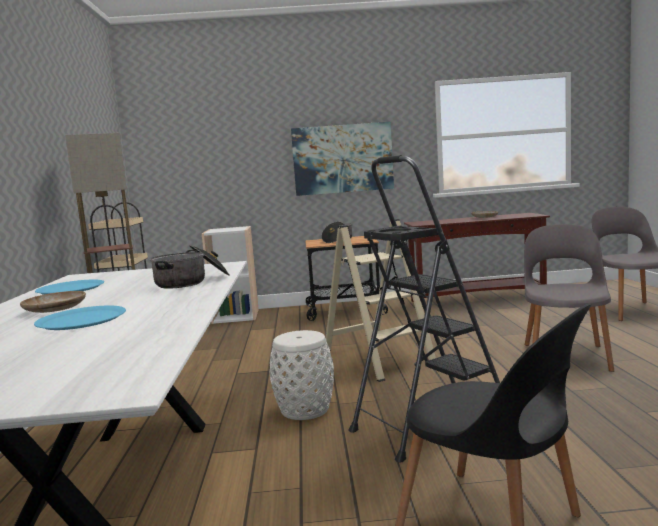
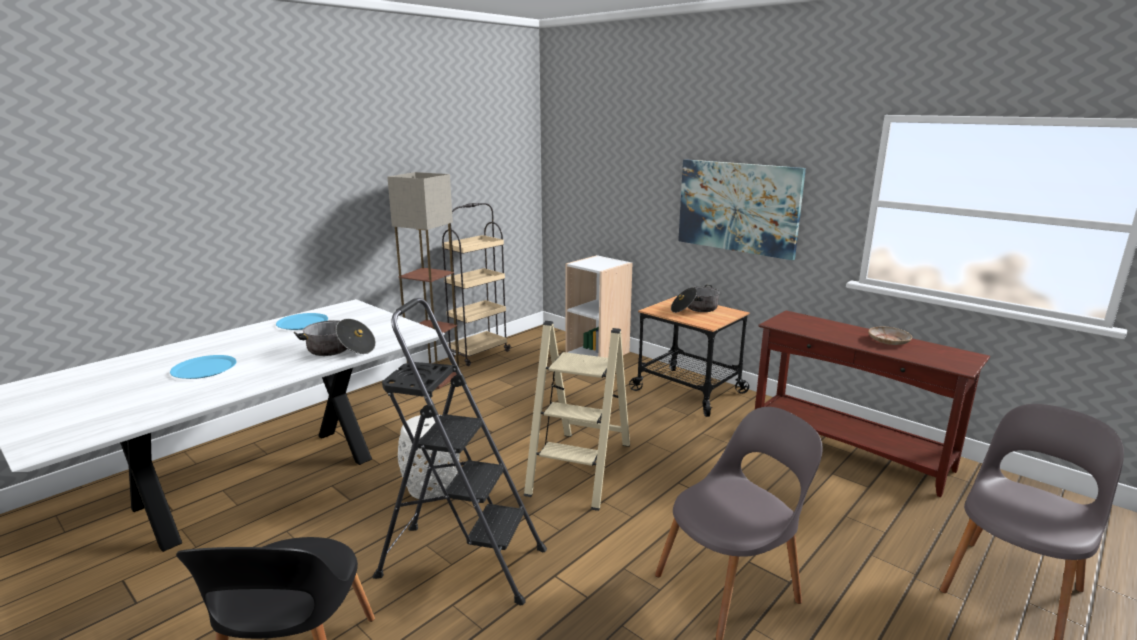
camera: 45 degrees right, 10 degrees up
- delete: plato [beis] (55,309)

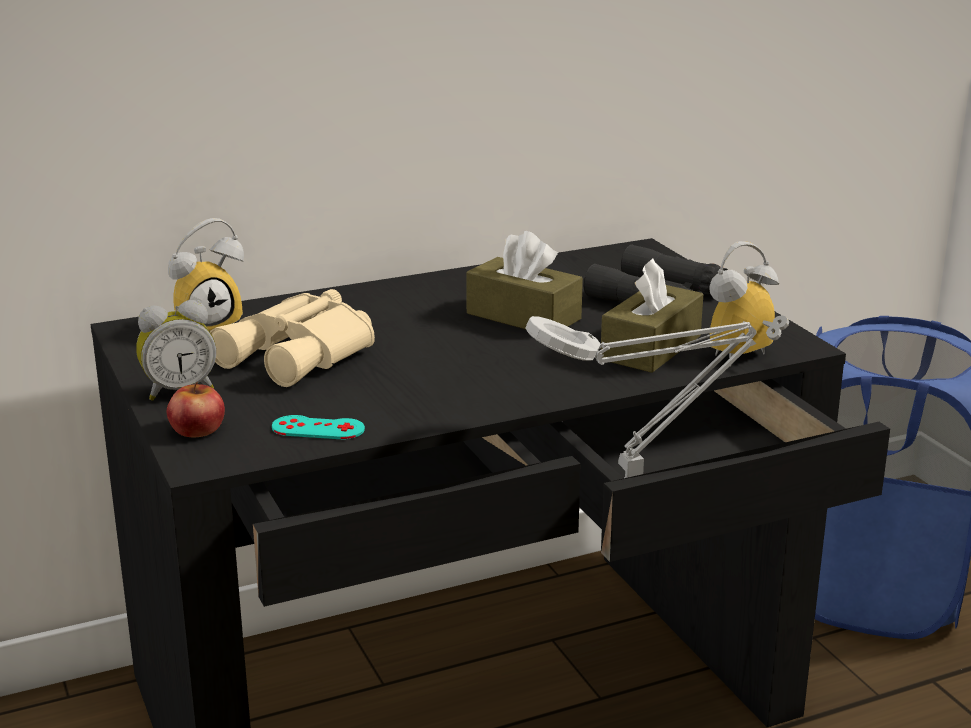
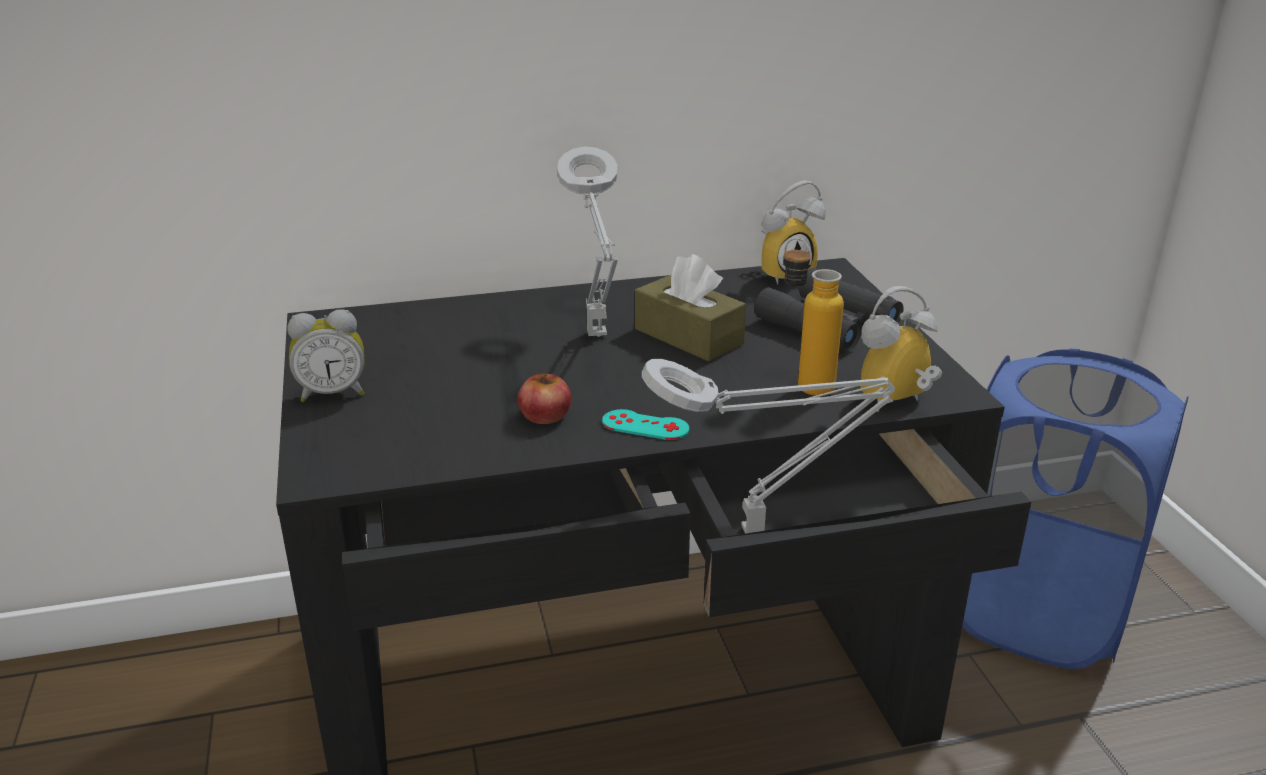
camera: 10 degrees right, 5 degrees up
- delete: prismáticos [beis] (301,354)
- insert: lámpara de mesa [gris] (597,338)
- move: manzana (197,429) to (545,415)
- move: despertador (207,326) to (784,273)
- move: mando de consola [turquesa] (318,428) to (645,425)
- replace: caja de pañuelos [marrón] (651,348) to botella (803,383)

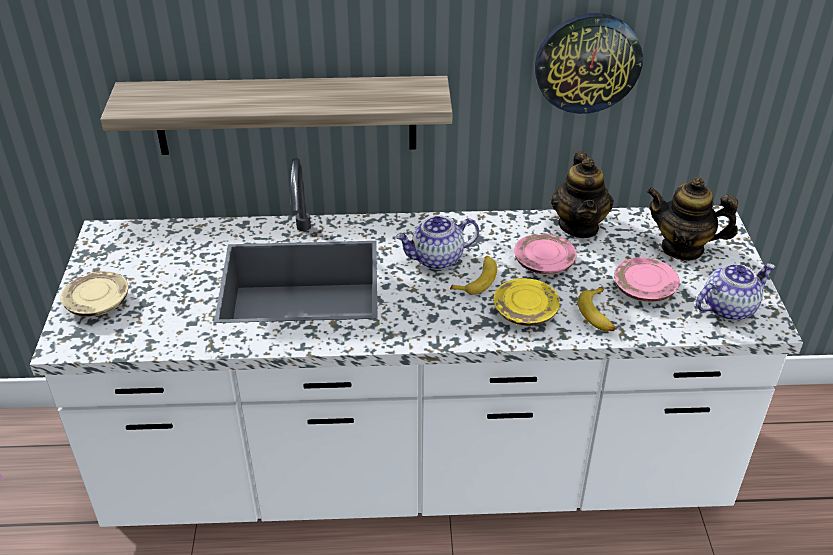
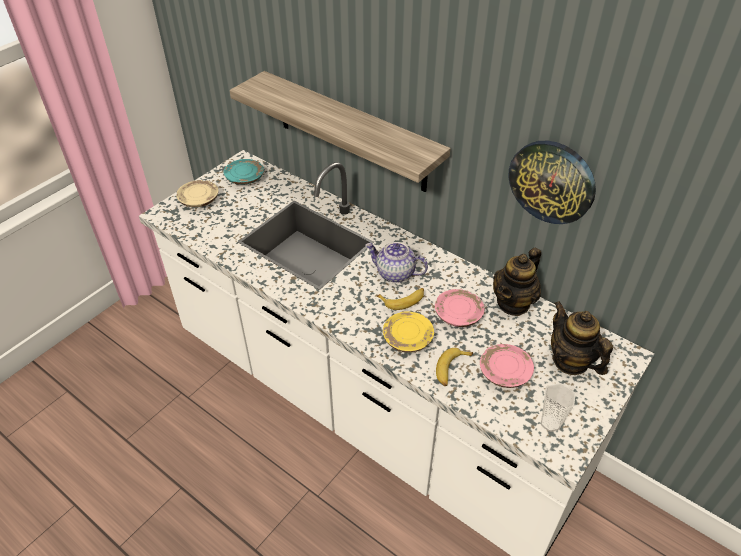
camera: 40 degrees right, 5 degrees up
- insert: plato [turquesa] (244,177)
- replace: tetera (728,307) to taza (550,423)

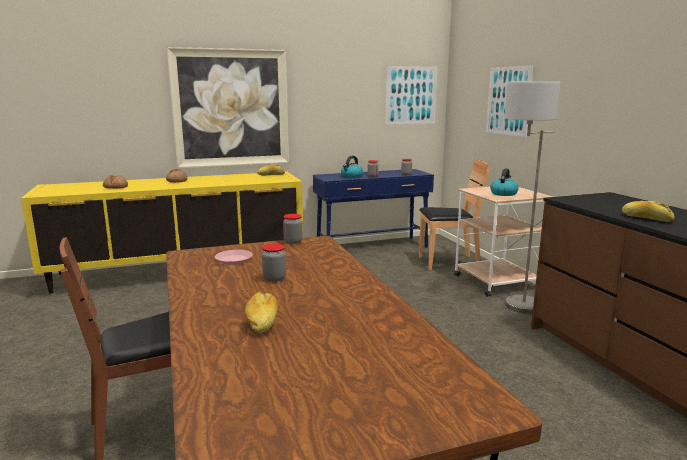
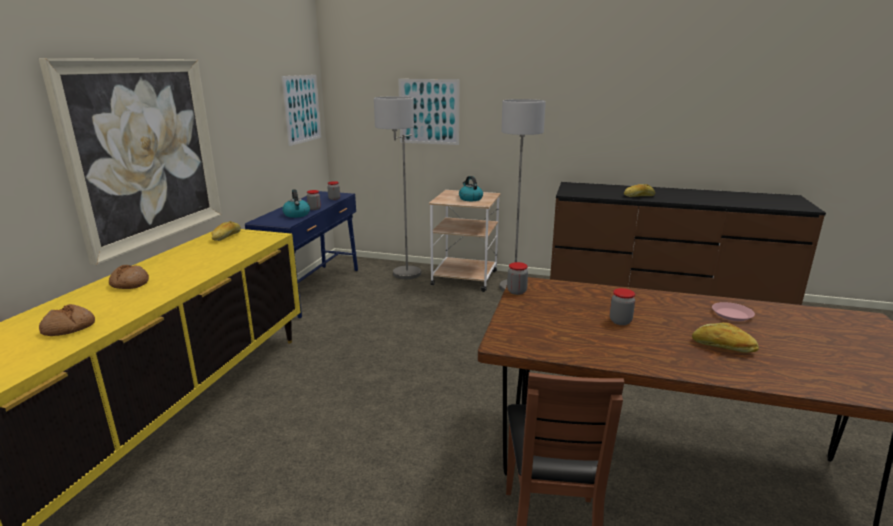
camera: 55 degrees left, 5 degrees up
- move: plato [rosa] (233,260) to (731,314)
- replace: silla [marrón] (448,262) to lámpara de pie [gris] (402,276)

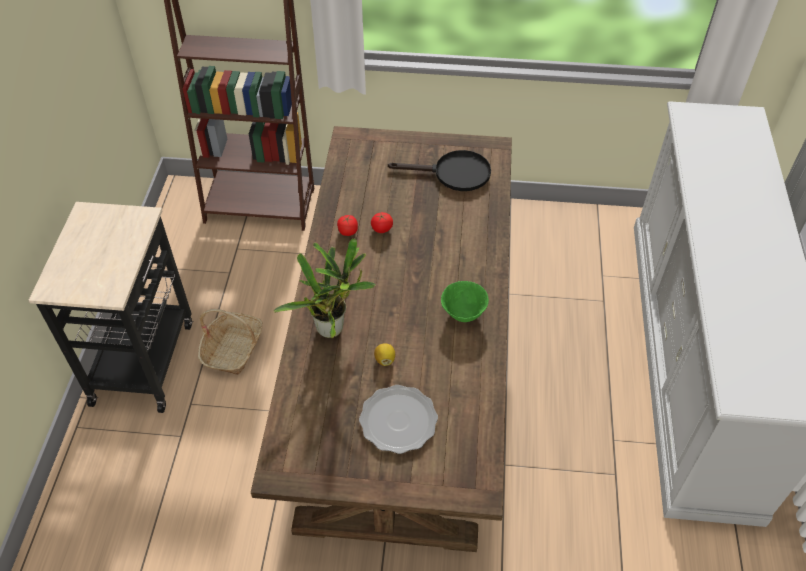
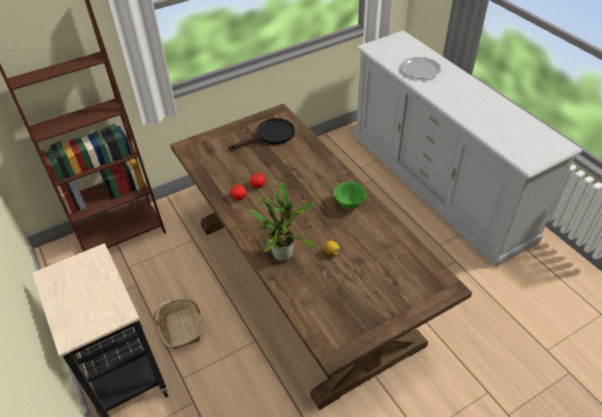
camera: 35 degrees left, 5 degrees down
- move: plato (399,420) to (420,69)

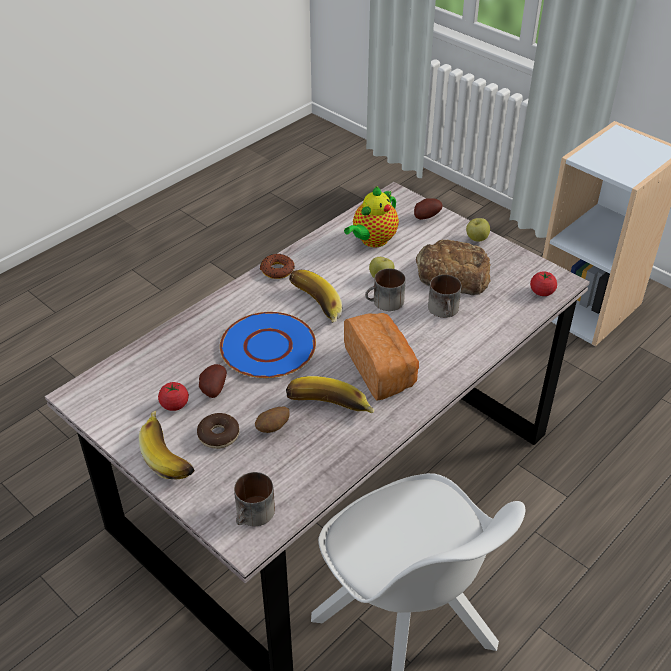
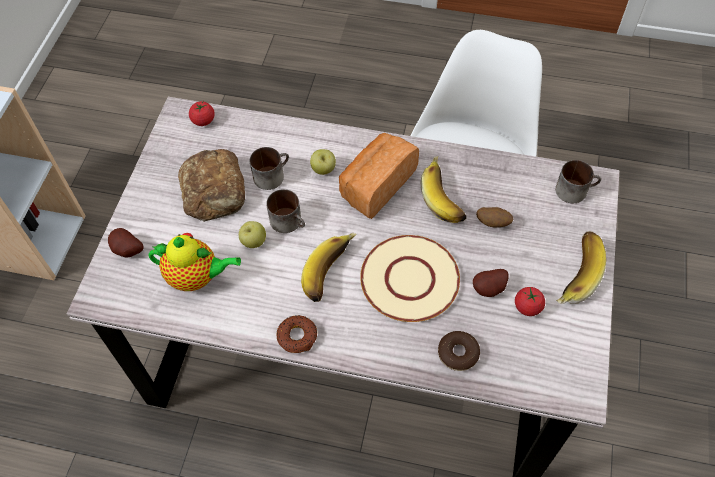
camera: 120 degrees left, 15 degrees up
- move: rosquilla (218,435) to (458,354)
- move: manzana (476,239) to (323,169)
- recolor: plato [azul] (268,347) to plato [beis] (410,278)

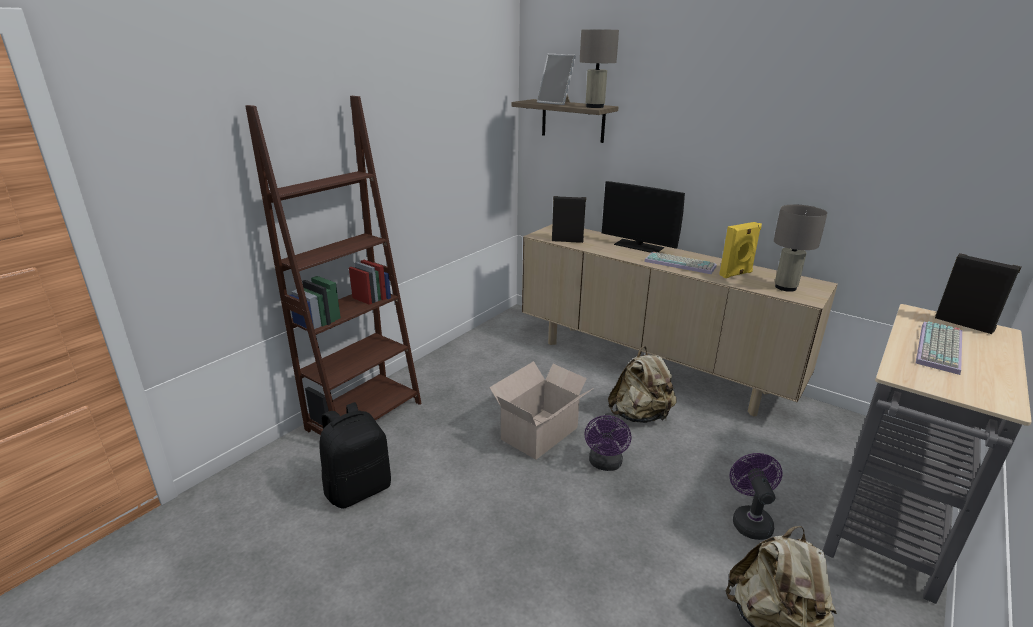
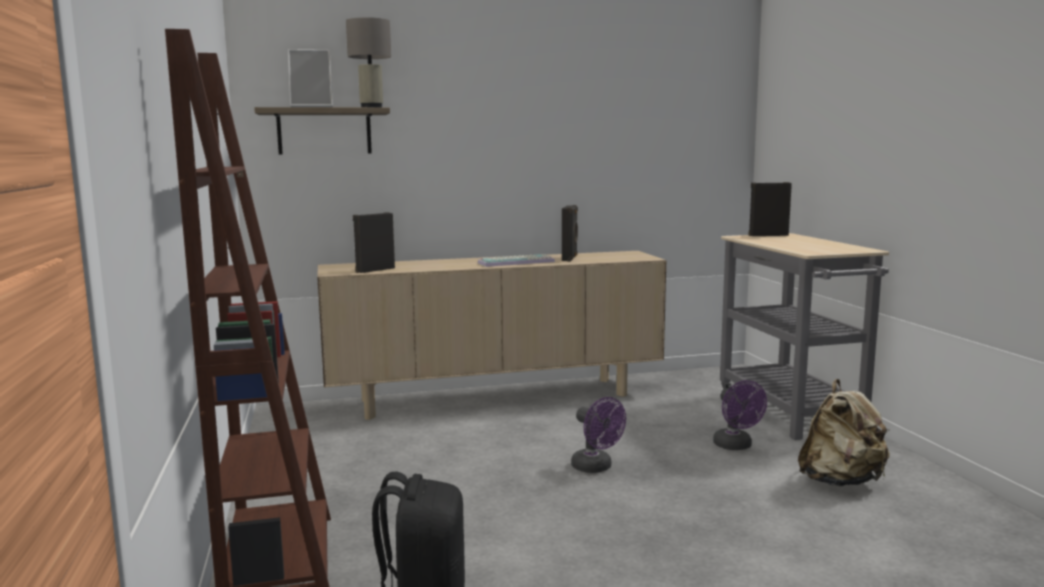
camera: 50 degrees left, 15 degrees down
- delete: caja de cartón (541,432)
- delete: monitor (638,246)
- delete: mochila [beis] (640,416)
- delete: lámpara de mesa [gris] (786,287)
- delete: teclado (941,349)
- recolor: altavoz [amarillo] (736,274) to altavoz [negro] (570,258)
- rotate: ventilador [morado] (749,520) = (736,446) 150 degrees counterclockwise

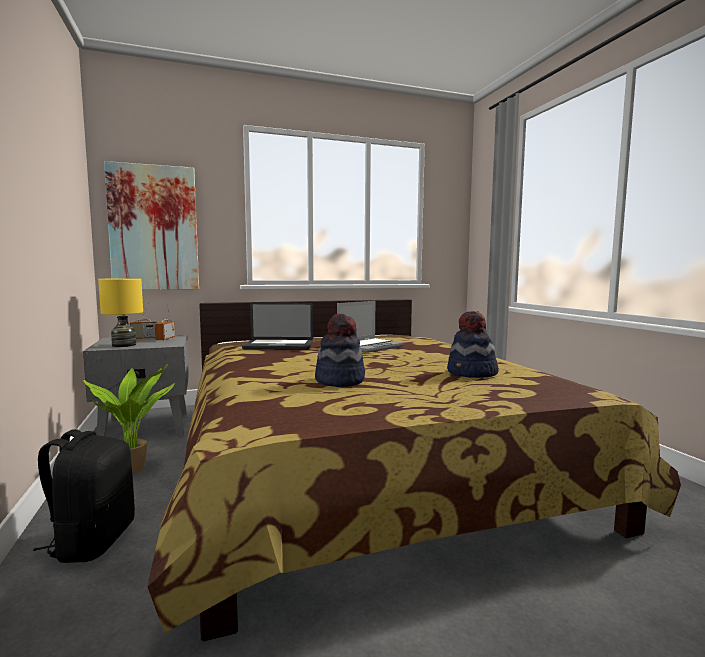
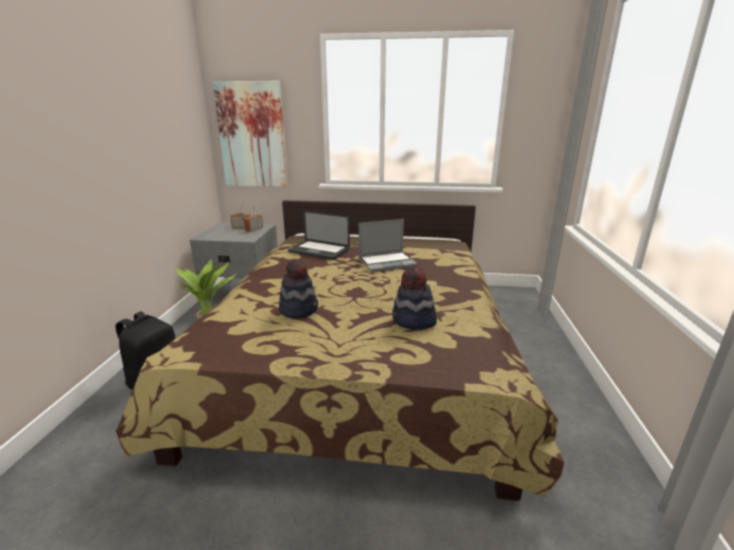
camera: 25 degrees right, 15 degrees up
- delete: lámpara de mesa [amarillo] (124,345)

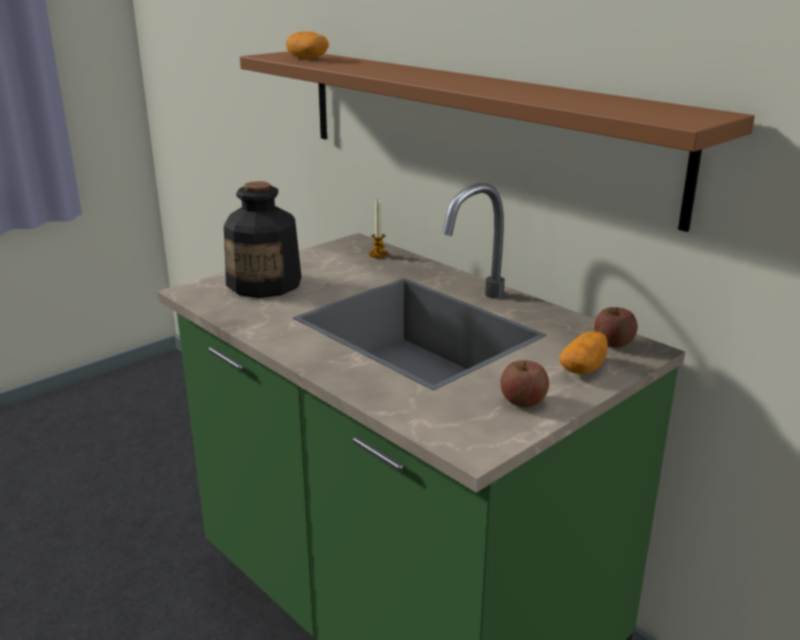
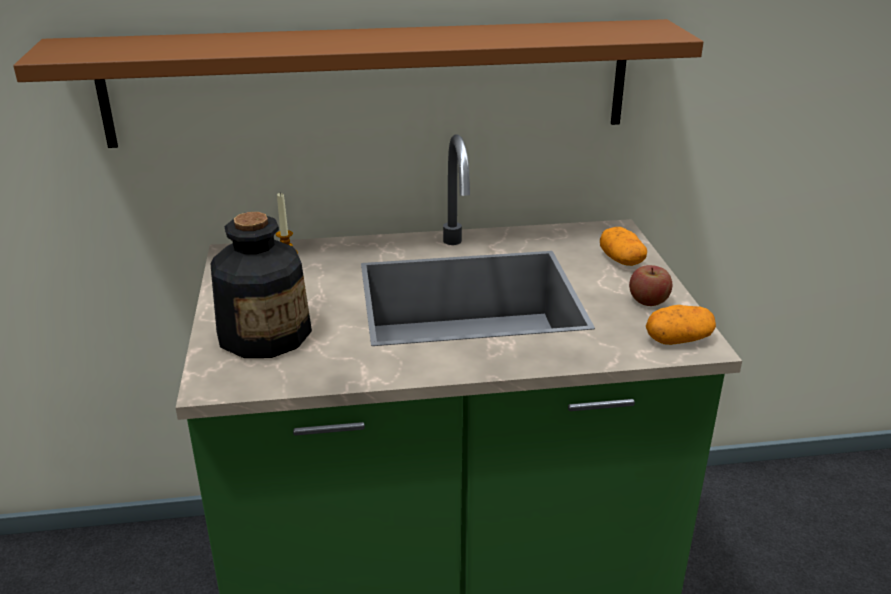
camera: 55 degrees left, 5 degrees up
- delete: manzana (613,343)
- move: patata (307,58) to (678,340)

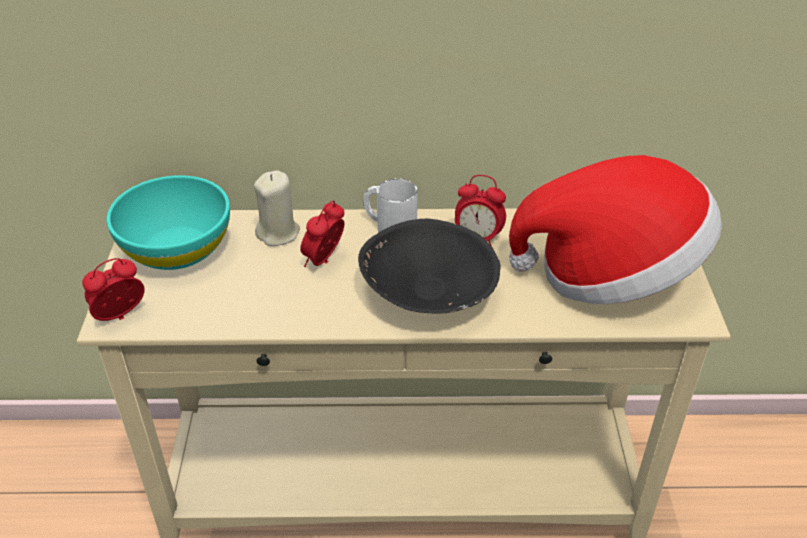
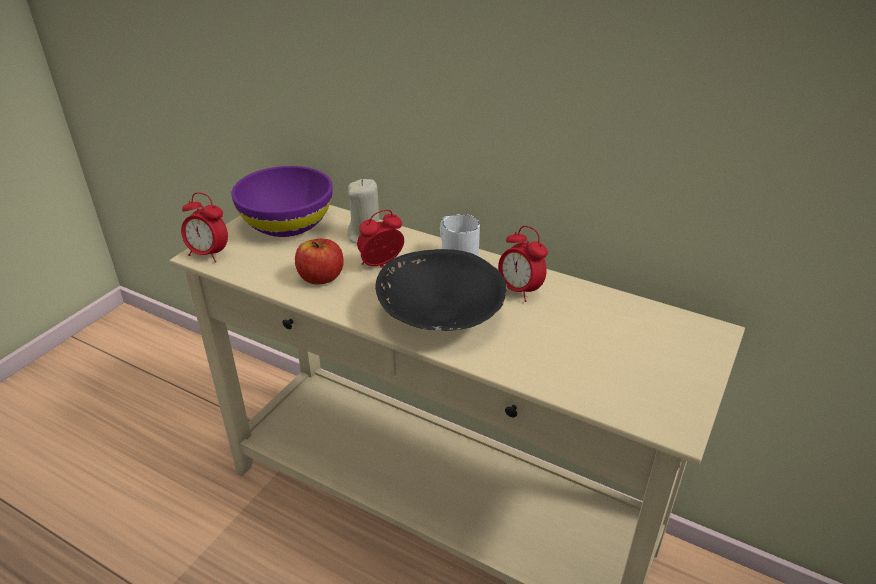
camera: 30 degrees right, 5 degrees down
- delete: sombrero (611,273)
- insert: manzana (321,278)
- recolor: cuenco [turquesa] (176,249) to cuenco [morado] (287,224)
- rotate: despertador (120,317) = (209,254) 150 degrees counterclockwise

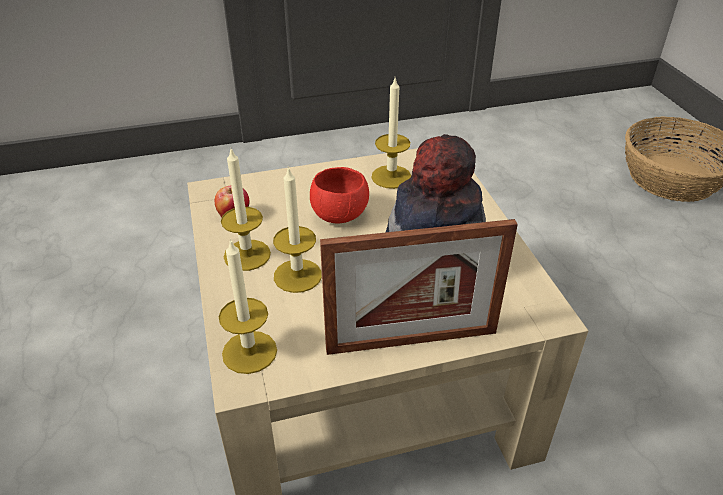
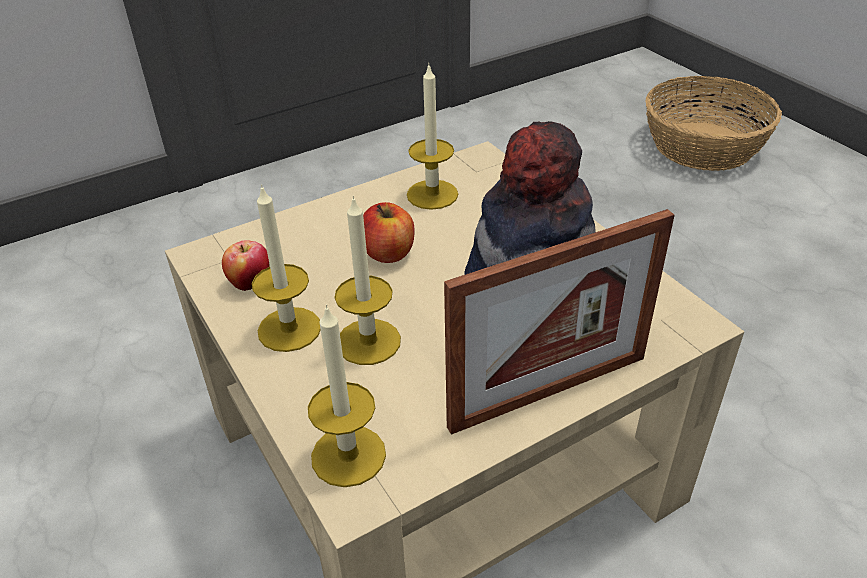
camera: 15 degrees left, 0 degrees up
- replace: cuenco [rojo] (340,214) to manzana (388,253)

